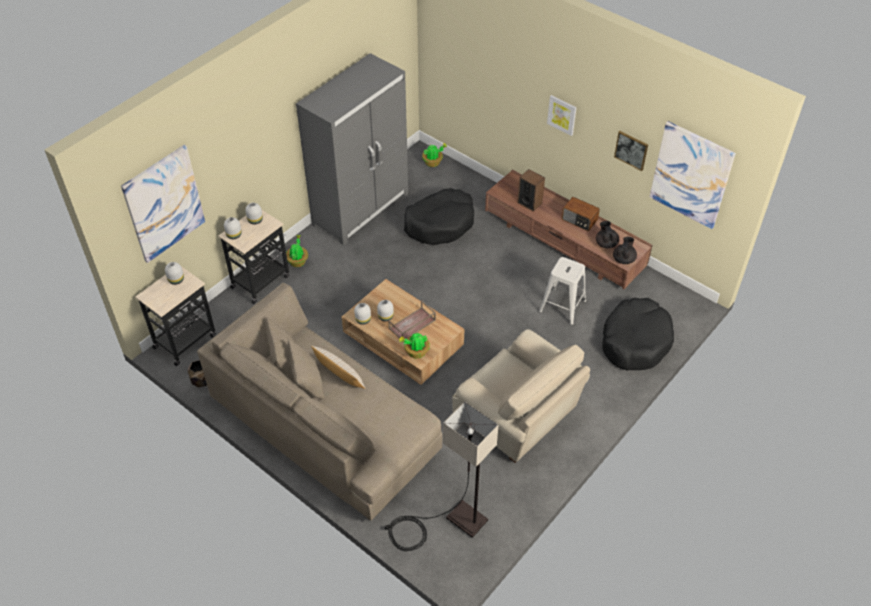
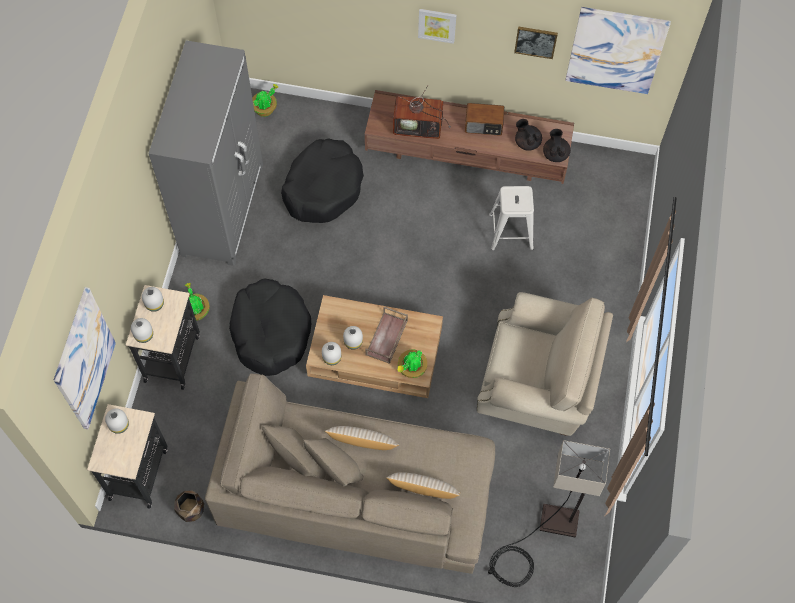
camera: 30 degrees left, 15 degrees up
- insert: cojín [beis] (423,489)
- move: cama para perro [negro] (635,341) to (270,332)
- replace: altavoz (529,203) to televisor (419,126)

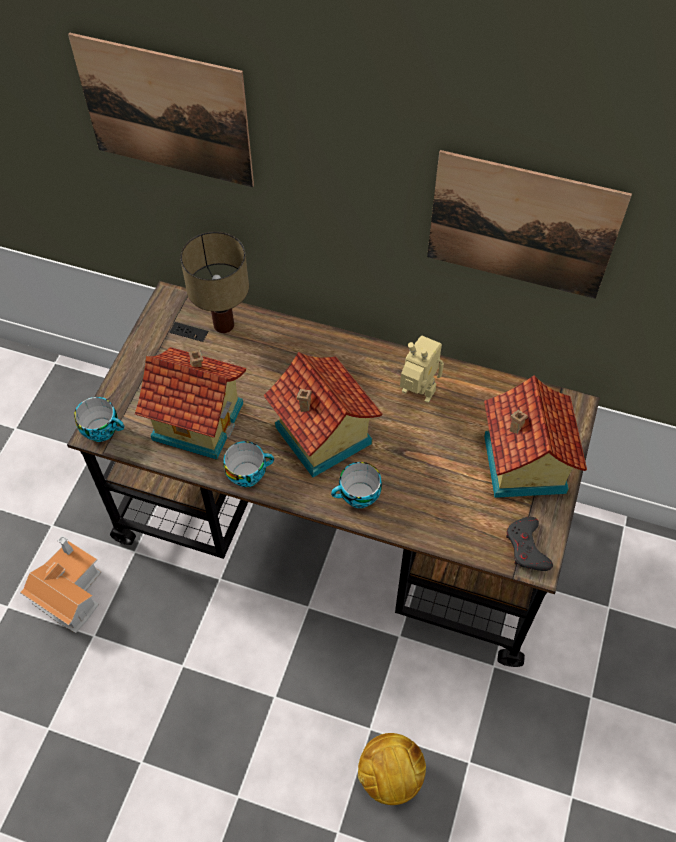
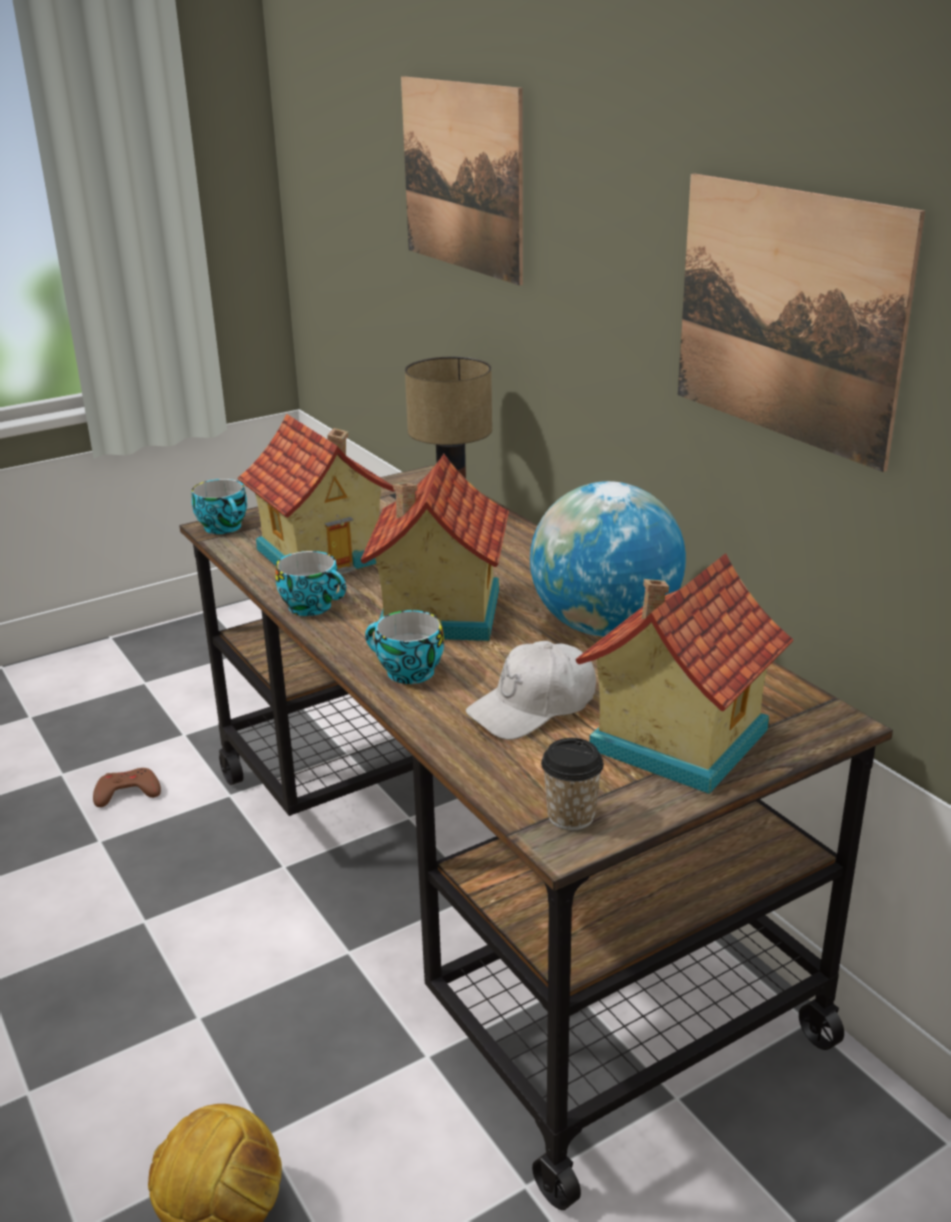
camera: 40 degrees right, 30 degrees down
- insert: gorra [blanco] (533,707)
- replace: casita (69,592) to mando de consola [marrón] (127,792)
- replace: robot de juguete (416,395) to globo terráqueo (604,627)
- replace: mando de consola [gris] (527,547) to taza (571,816)

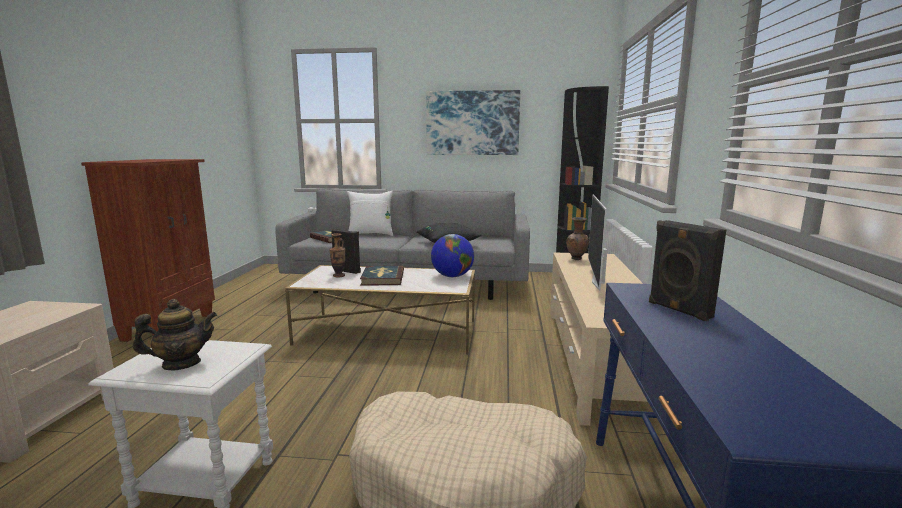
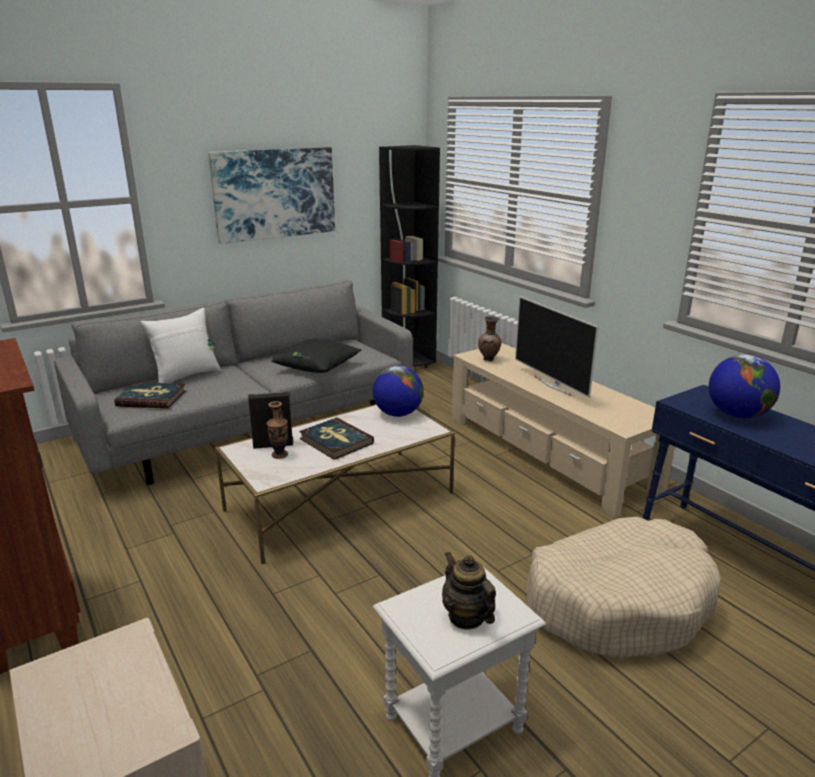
camera: 40 degrees left, 10 degrees up
- replace: altavoz [negro] (678,310) to globo terráqueo (737,415)
- rotate: tetera (181,364) = (466,617) 60 degrees counterclockwise

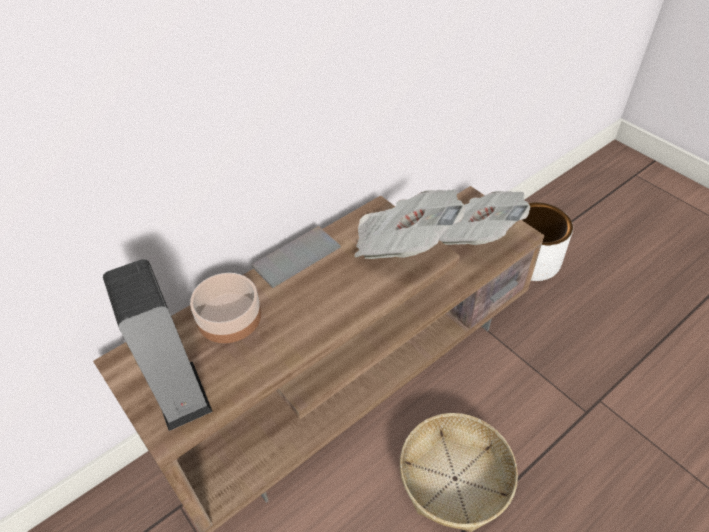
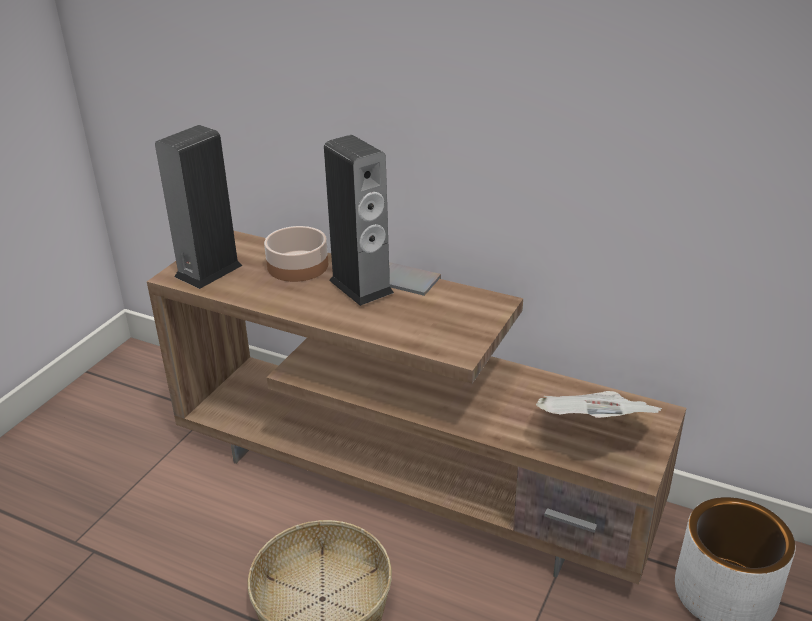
camera: 65 degrees right, 15 degrees down
- delete: periódico (402,244)
- insert: altavoz (361,286)

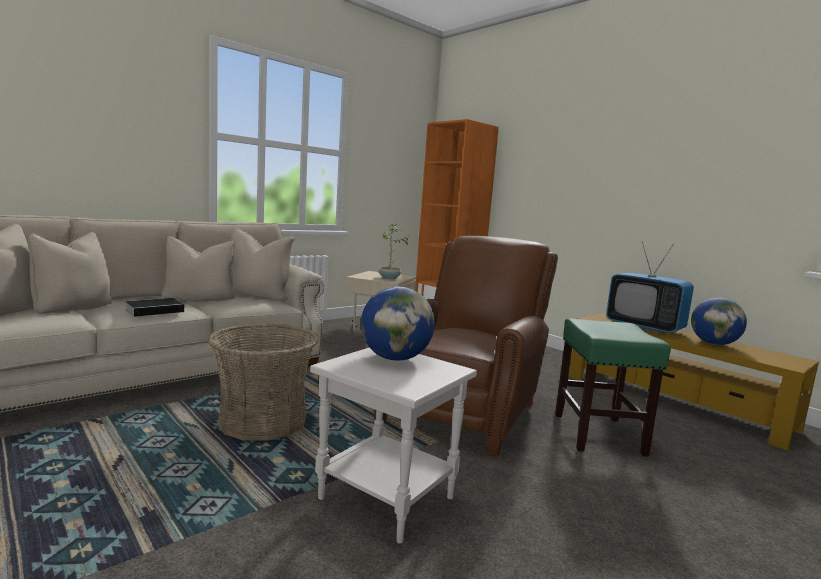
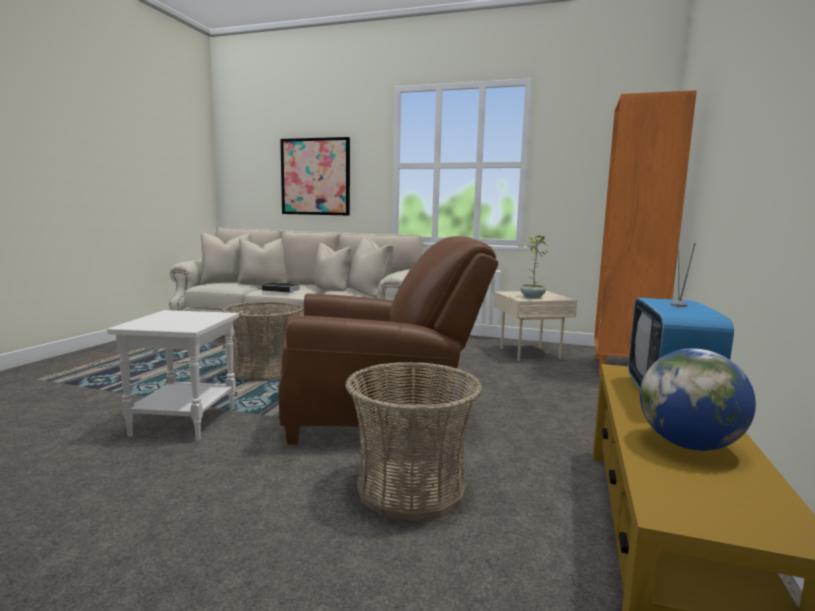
camera: 60 degrees right, 0 degrees up
- delete: globo terráqueo (395,358)
- insert: cuadro (315,177)
- replace: taburete [verde] (599,434) to cesta (411,489)

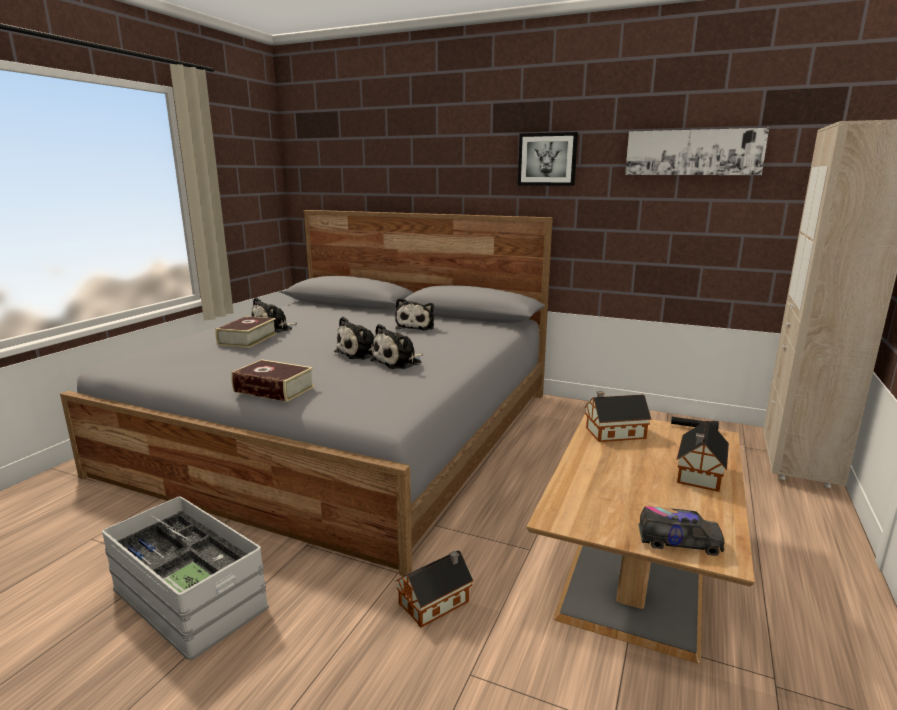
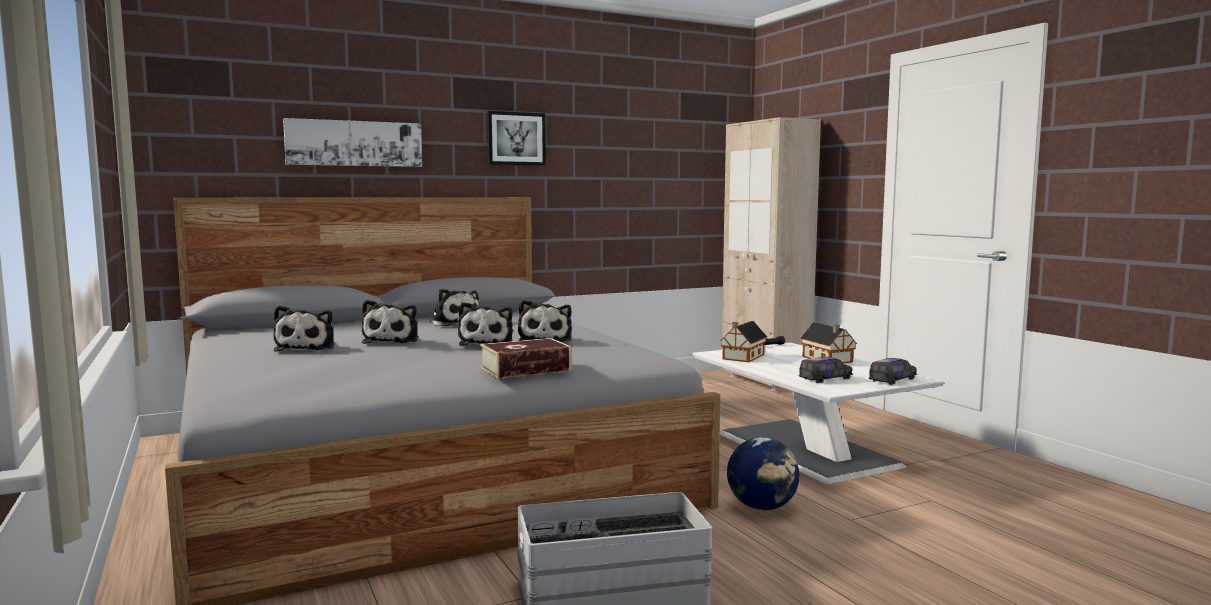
camera: 50 degrees left, 10 degrees down
- delete: libro (248,339)
- insert: peluche (392,341)
- insert: camión de juguete (825,379)
- move: cuadro (693,152) to (354,143)
- replace: casita (436,602) to globo terráqueo (762,507)
- recolor: mesa de centro [marrón] (636,563) to mesa de centro [blanco] (803,448)

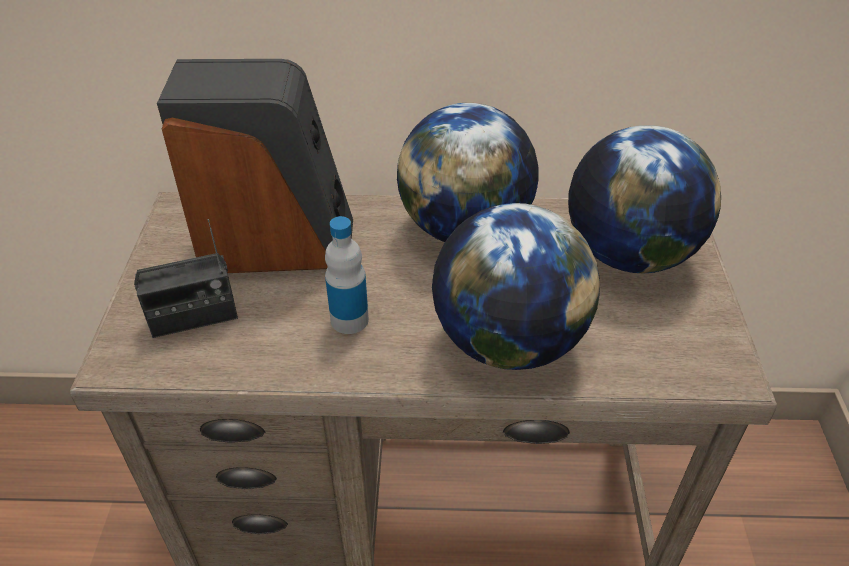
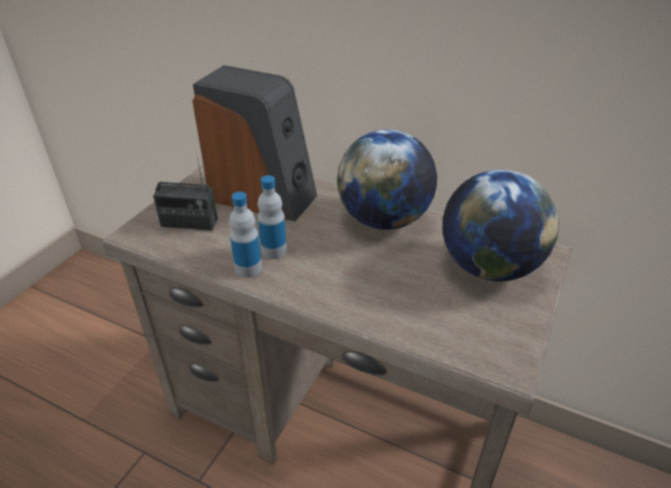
camera: 25 degrees right, 5 degrees down
- delete: globo terráqueo (508,341)
- insert: botella (248,268)

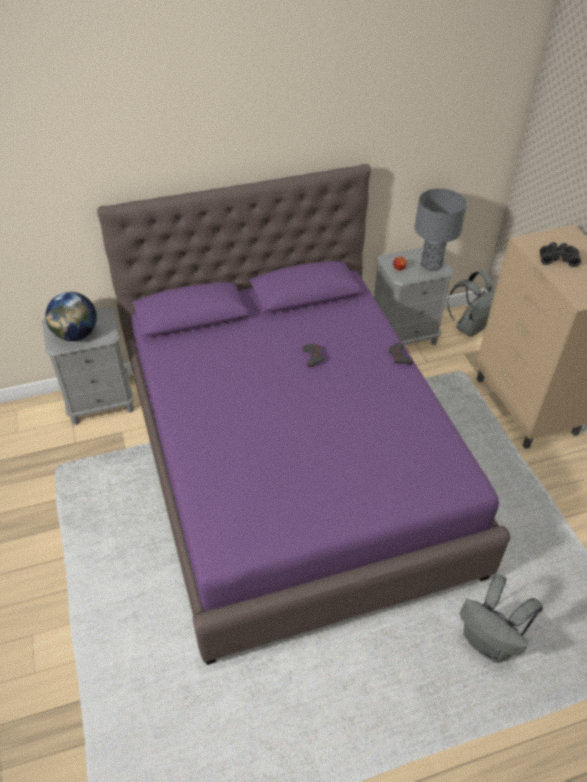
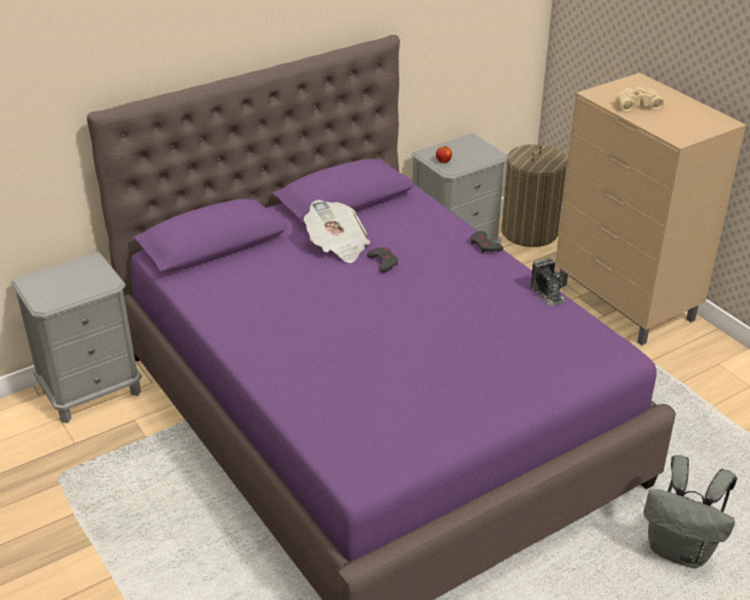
camera: 15 degrees left, 10 degrees down
- delete: globo terráqueo (76,335)
- delete: lámpara de mesa [gris] (432,264)
- insert: periódico (337,246)
- insert: cámara (548,294)
- replace: mochila [gris] (470,327) to cesto de la ropa (529,232)
- recolor: prismáticos [negro] (557,258) to prismáticos [beis] (637,105)

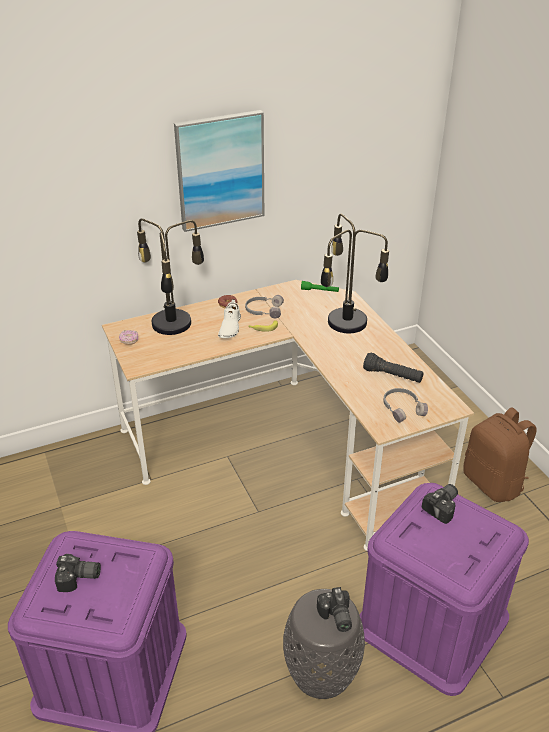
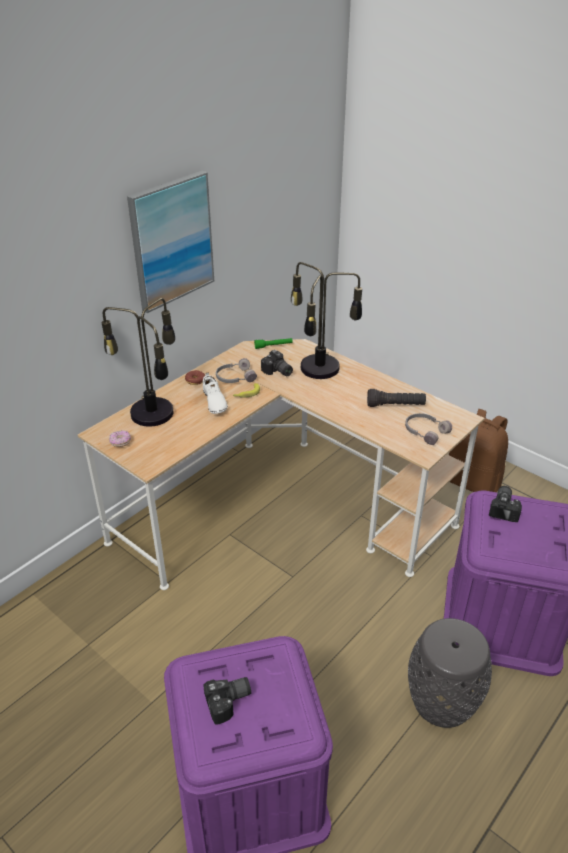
camera: 25 degrees left, 0 degrees up
- move: cámara (335,617) to (277,372)

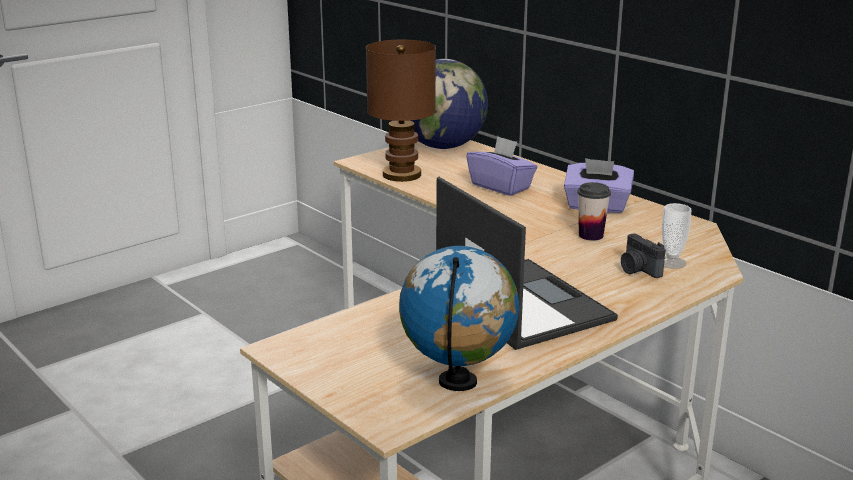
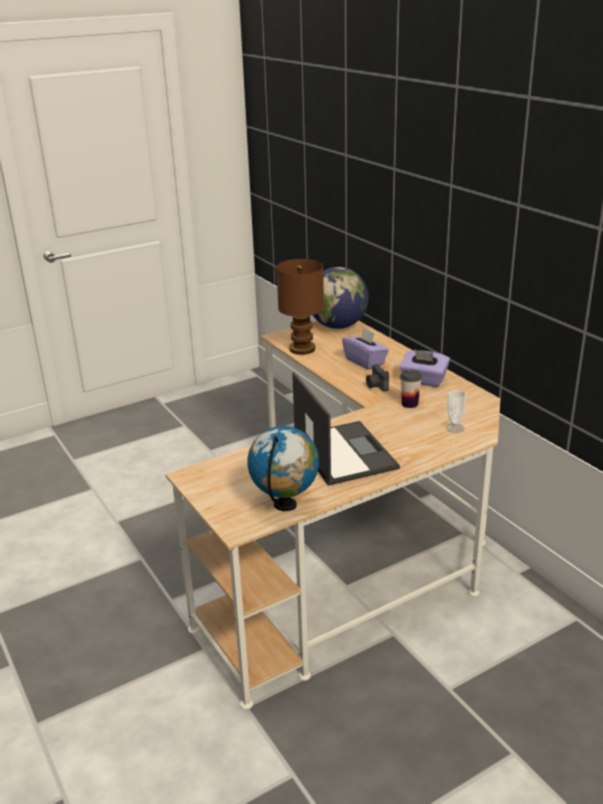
camera: 10 degrees right, 5 degrees up
- move: cámara (638,270) to (376,386)

